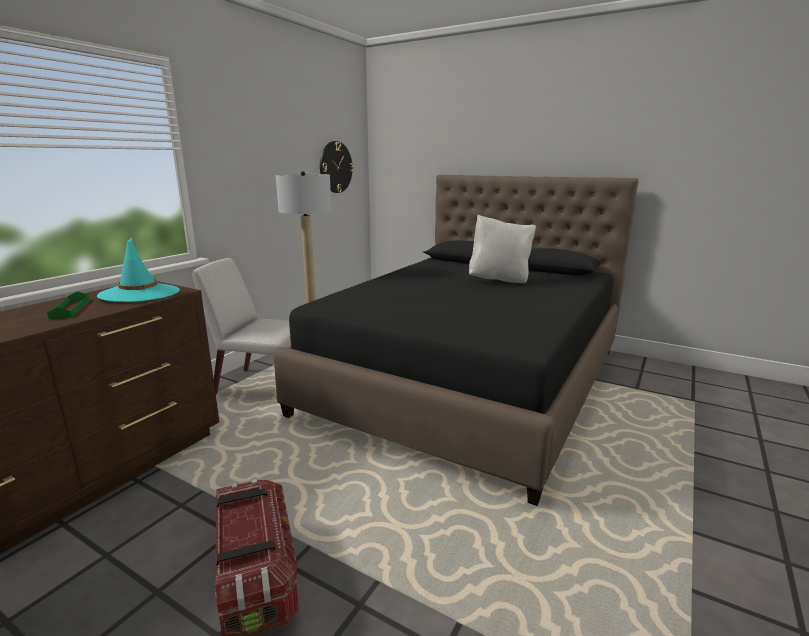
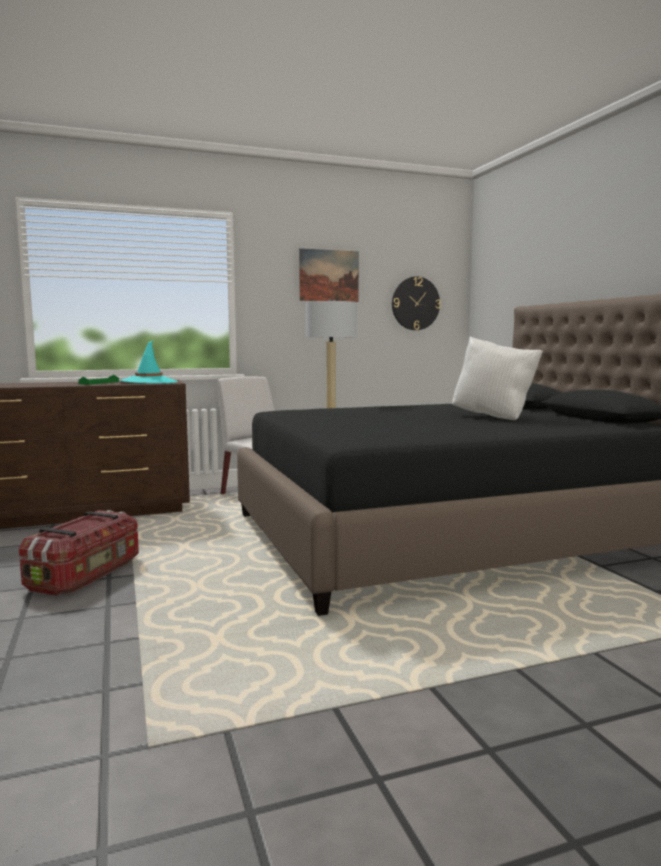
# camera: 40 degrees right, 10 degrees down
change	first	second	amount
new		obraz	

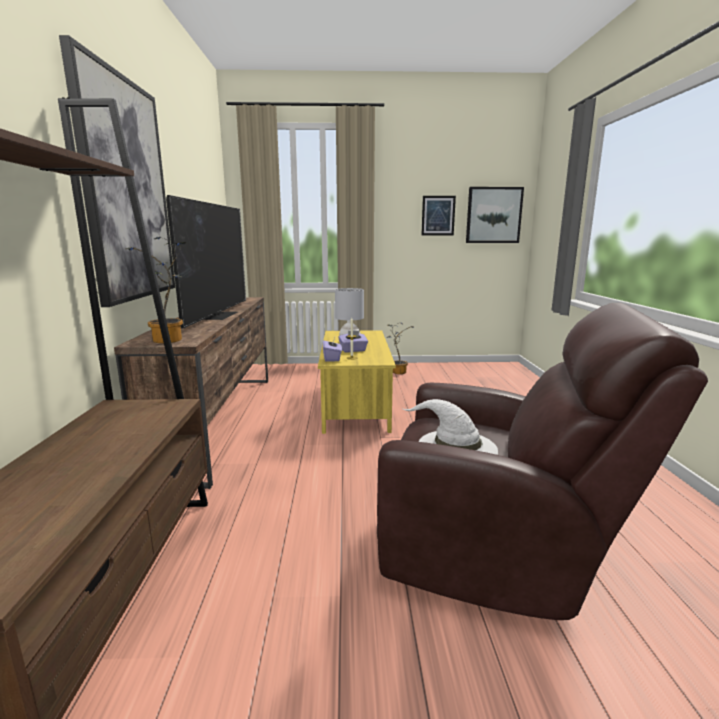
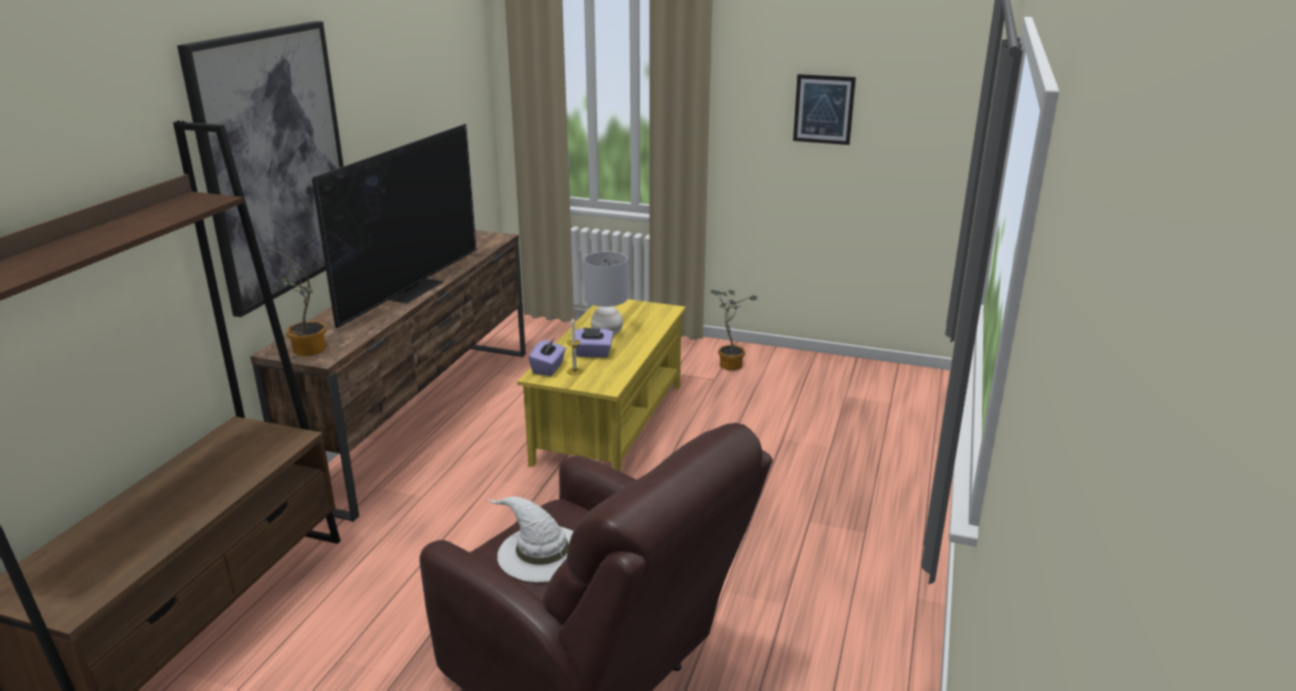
# camera: 20 degrees right, 10 degrees up
change	first	second	amount
gone	obraz (no. 3 from left)		

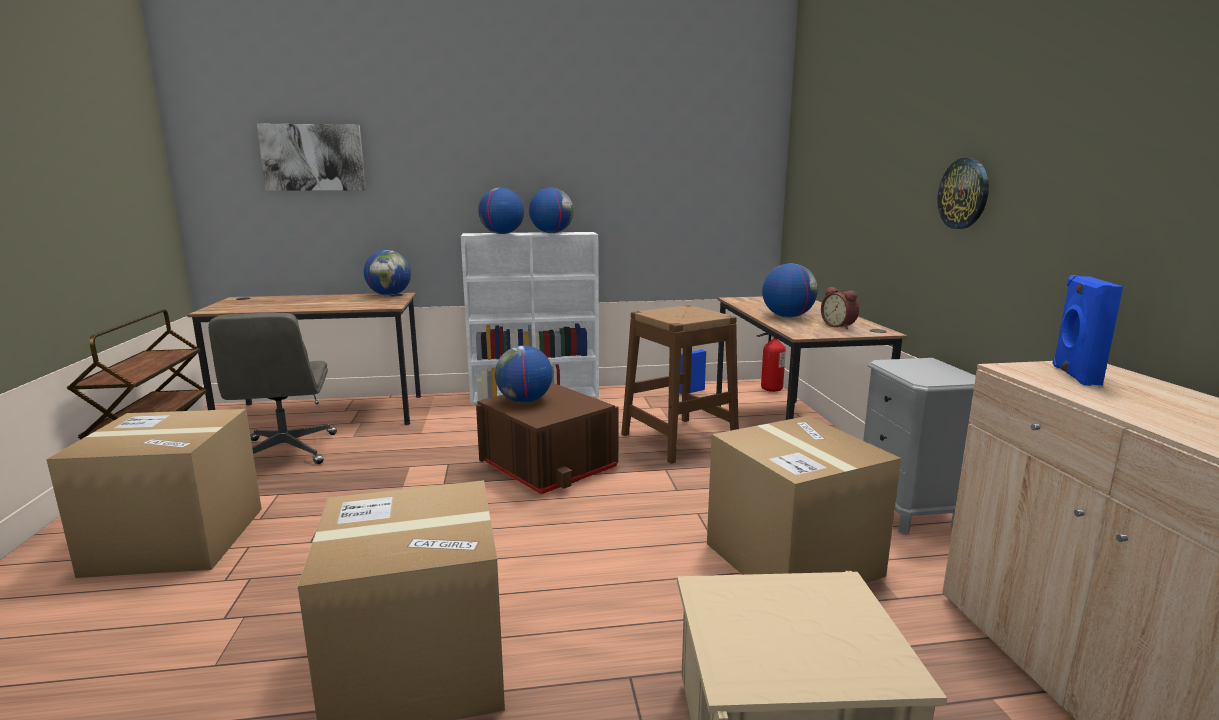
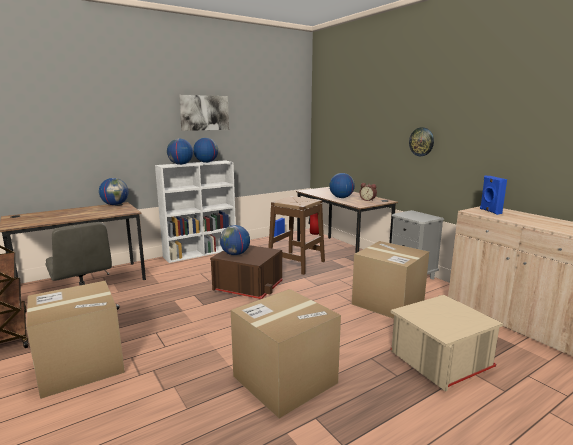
# camera: 25 degrees left, 0 degrees up
change	first	second	amount
shifted	obraz		

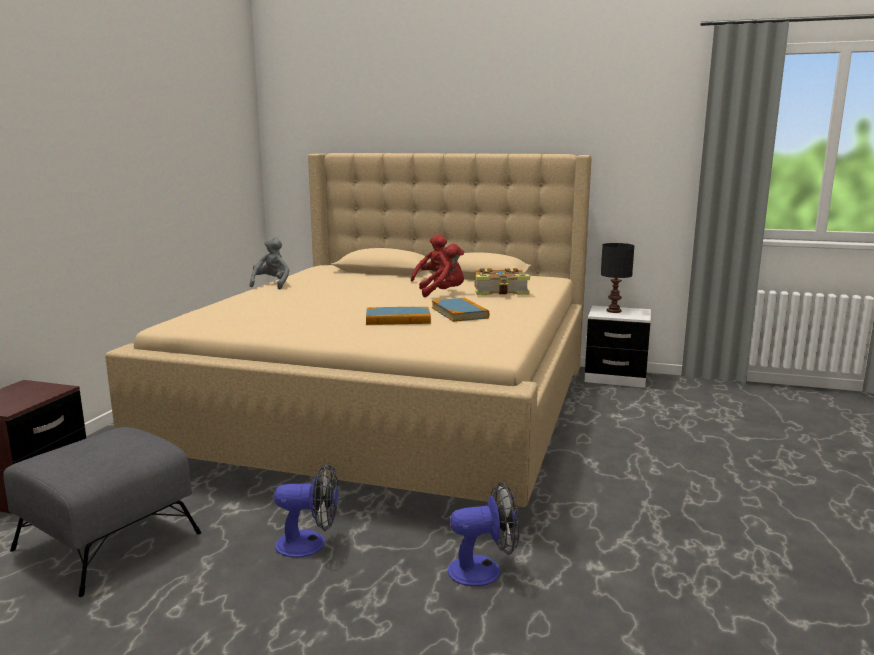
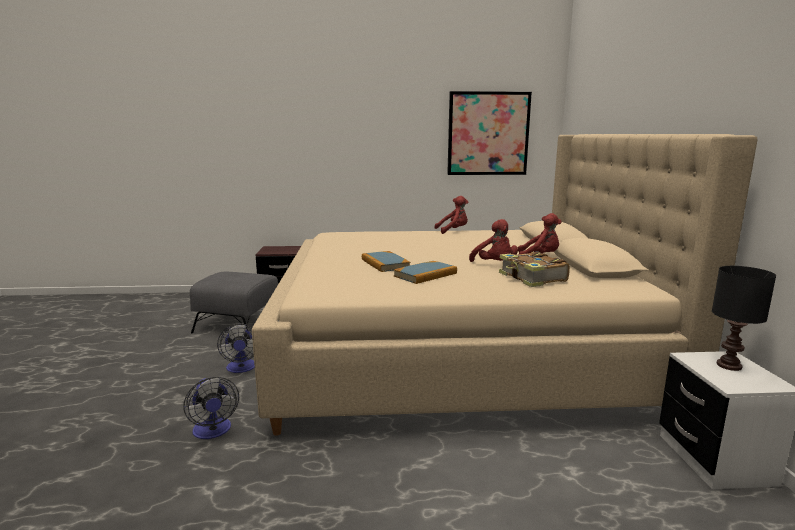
# camera: 70 degrees right, 0 degrees up
change	first	second	amount
repainted	pluszak/szary	pluszak/czerwony (no. 1 from left)	
new		obraz	

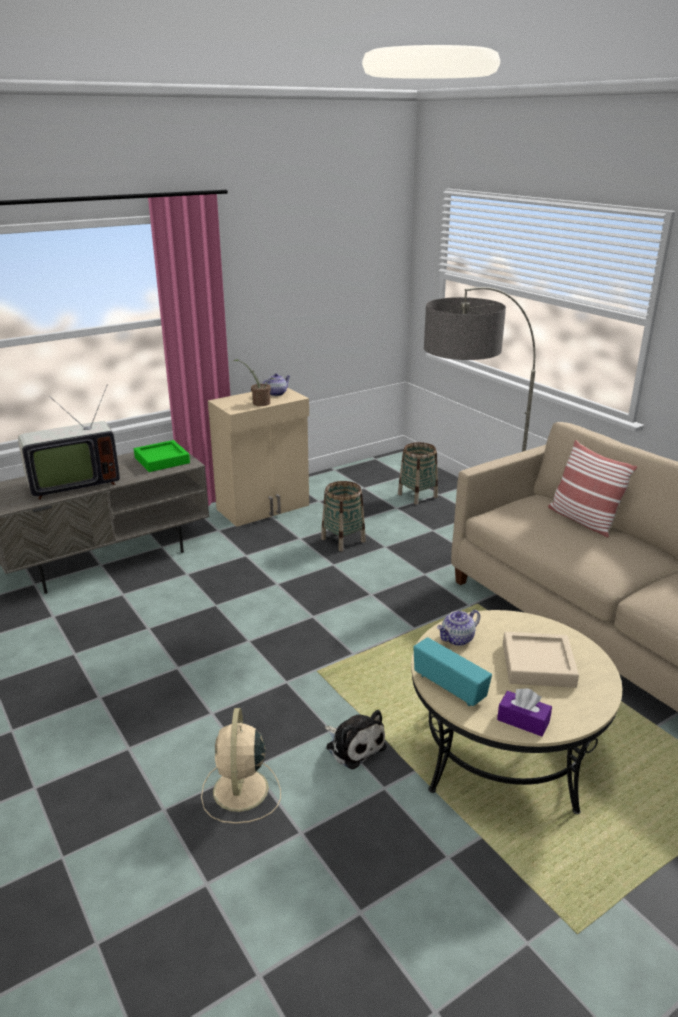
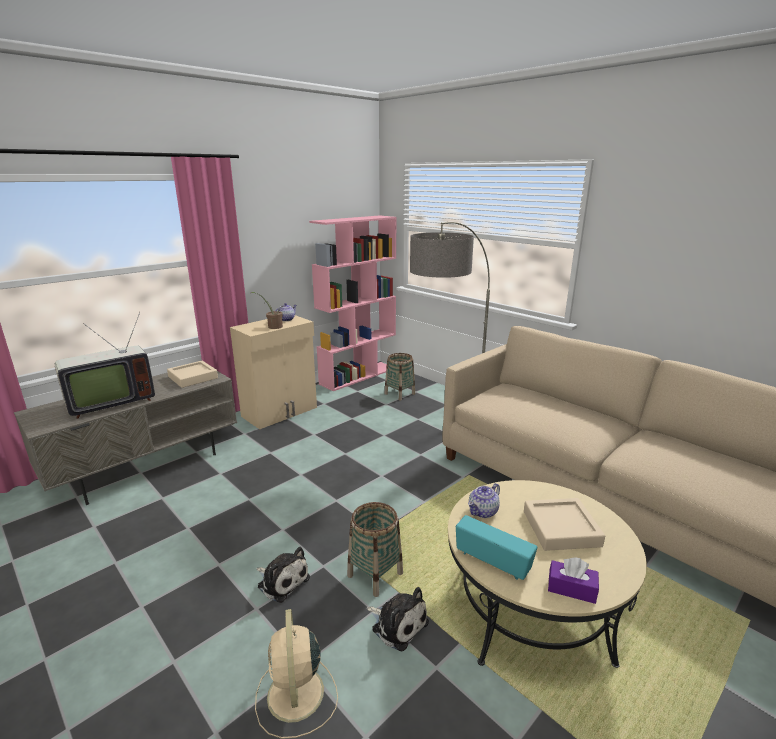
# camera: 10 degrees left, 5 degrees down
change	first	second	amount
repainted	taca/zielony	taca/beżowy (no. 1 from left)	
shifted	koszyk (no. 1 from left)		
gone	poduszka		
new		pluszak (no. 1 from left)	
new		regał/różowy	

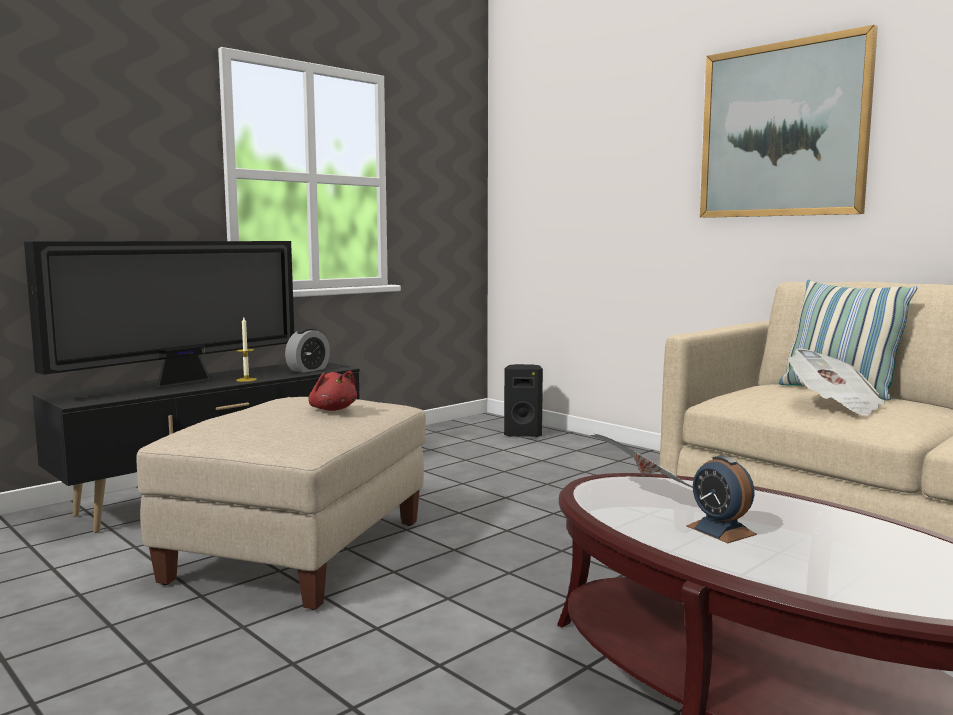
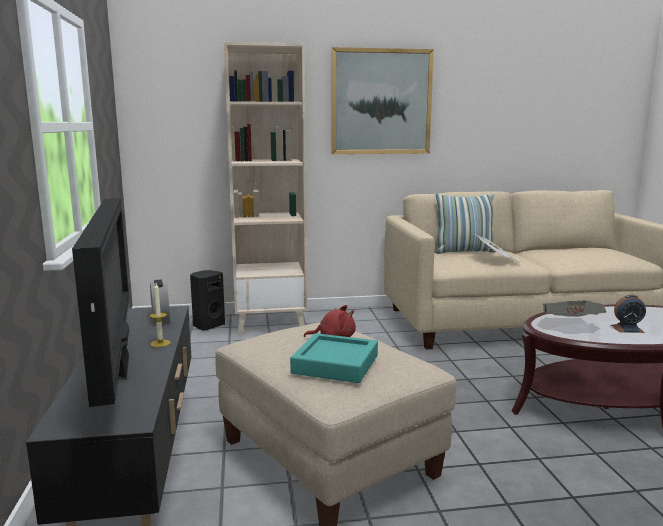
# camera: 55 degrees left, 5 degrees up
change	first	second	amount
new		regał/beżowy	
new		taca/turkusowy	

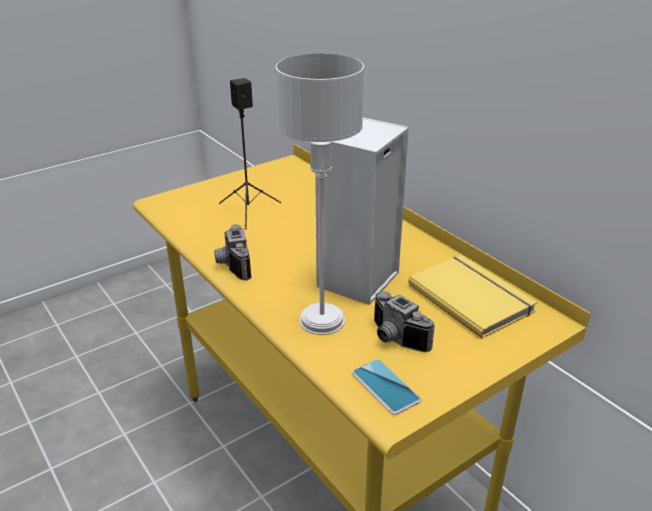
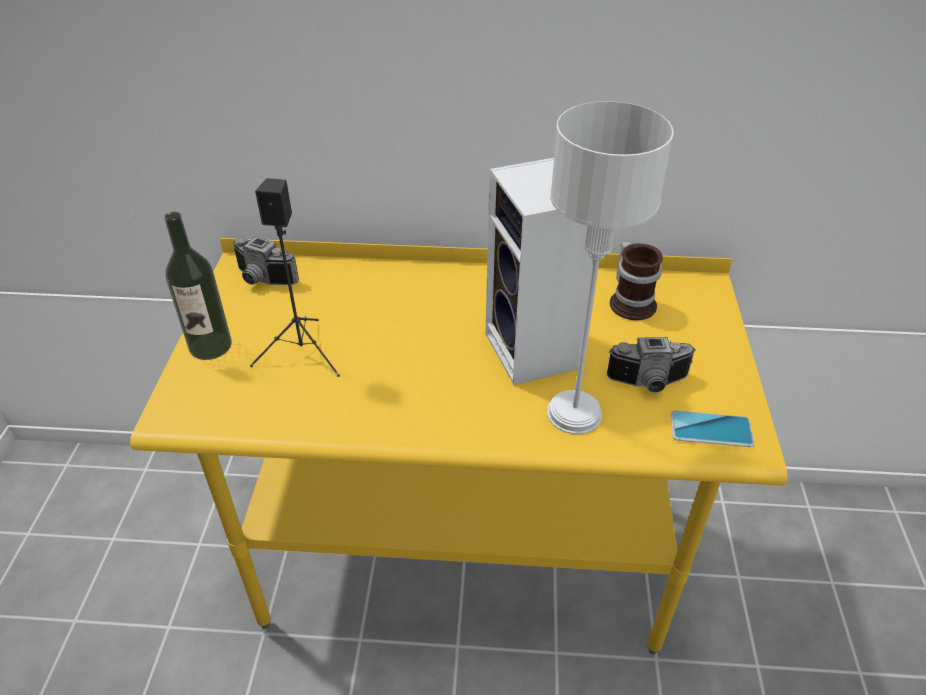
# camera: 50 degrees left, 10 degrees up
change	first	second	amount
shifted	aparat fotograficzny (no. 1 from left)		
swapped	książka/żółty	kubek	
new		butelka	

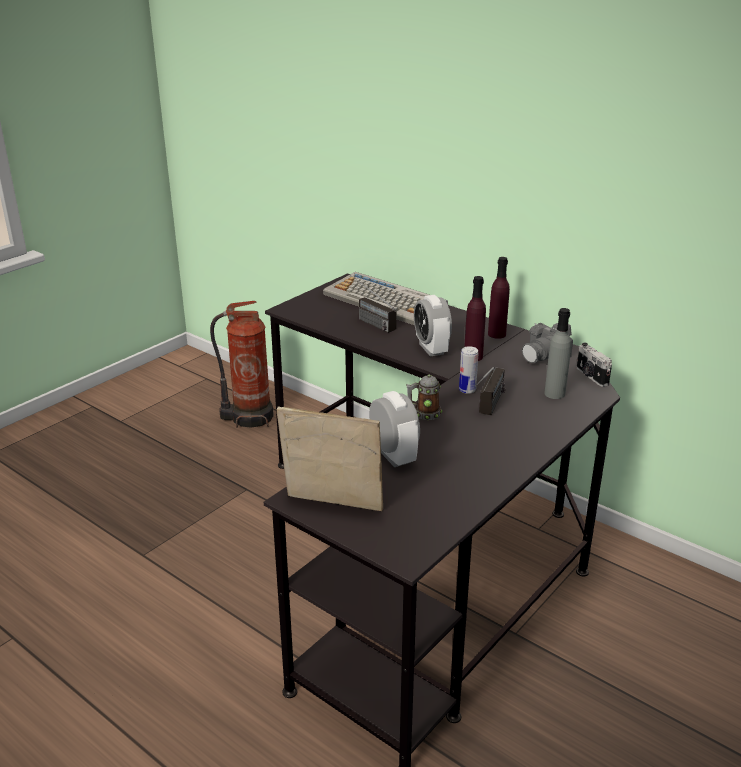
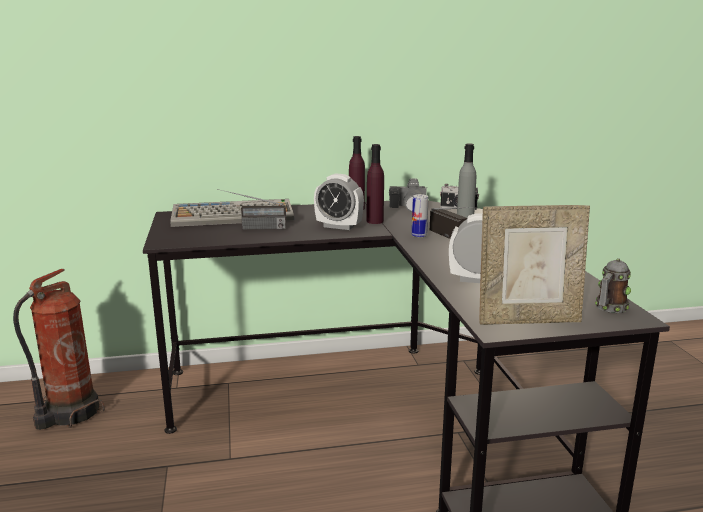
# camera: 50 degrees left, 10 degrees down
change	first	second	amount
rotated	ramka na zdjęcie		150 degrees counterclockwise
shifted	kubek		

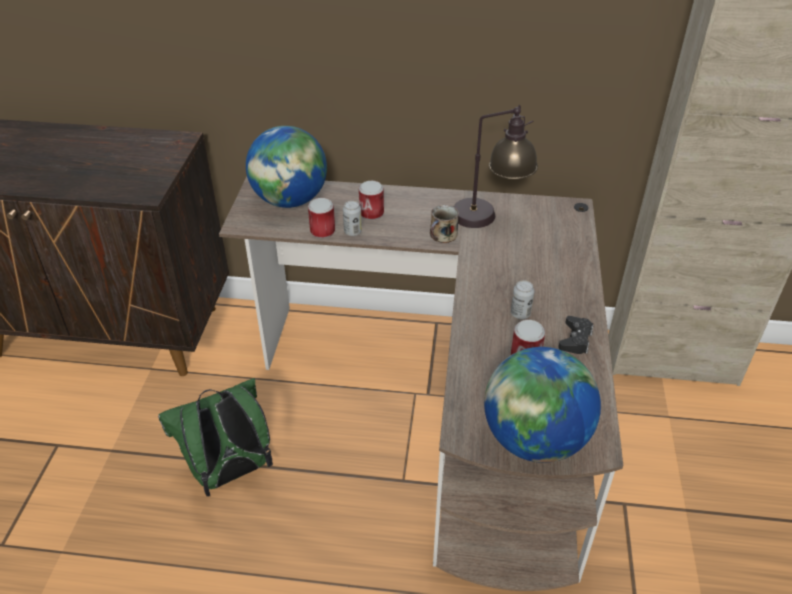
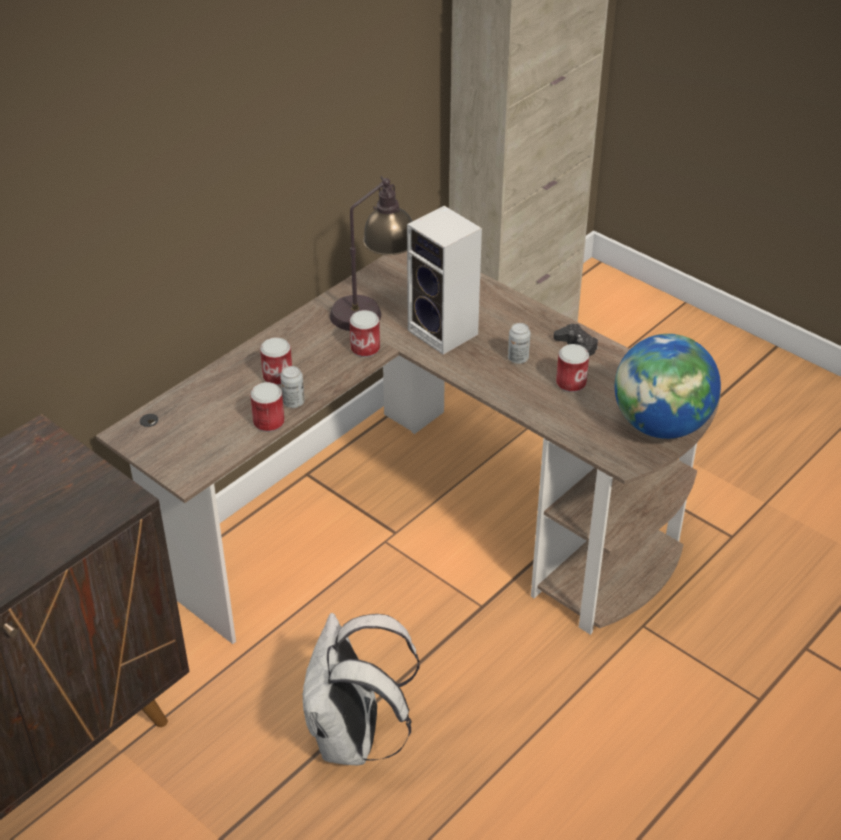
# camera: 55 degrees left, 0 degrees up
change	first	second	amount
repainted	plecak/zielony	plecak/biały	
gone	globus (no. 1 from left)		
swapped	kubek	puszka (no. 4 from left)	
new		głośnik	

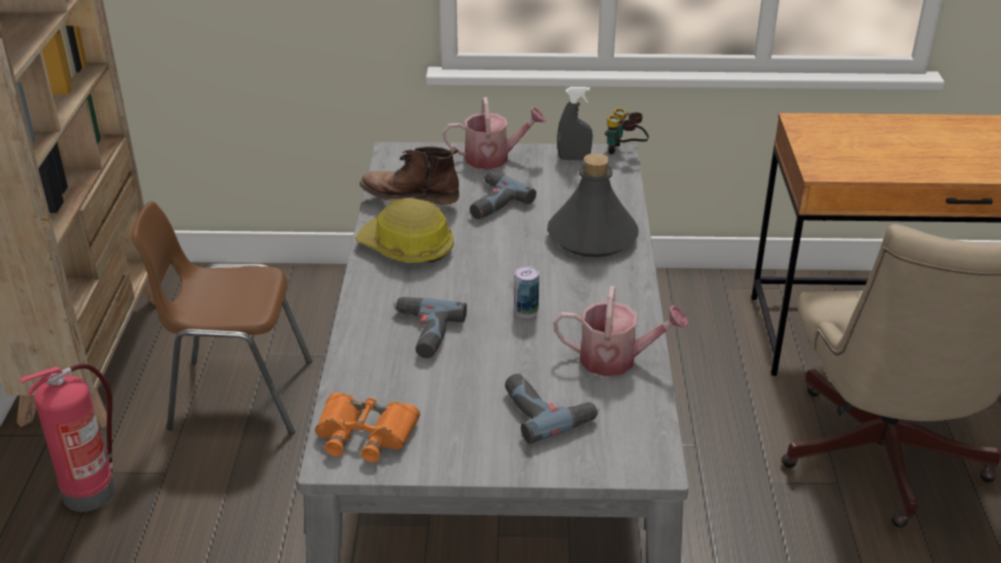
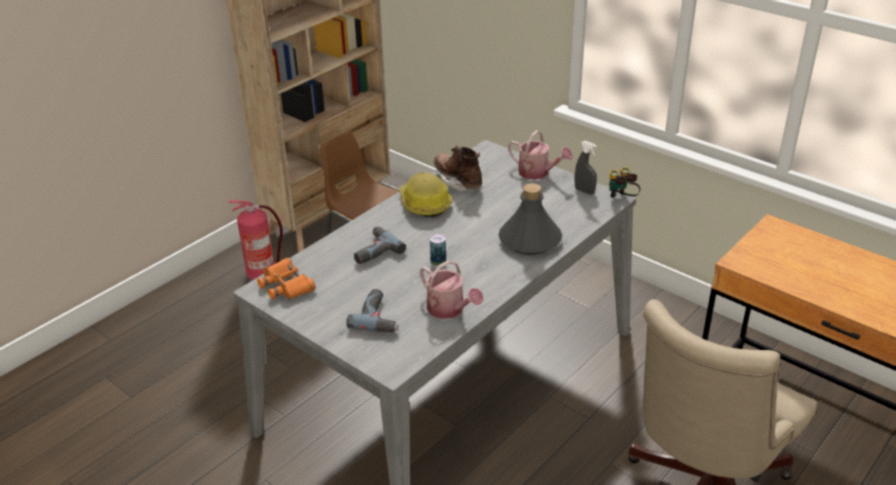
# camera: 40 degrees right, 0 degrees up
change	first	second	amount
gone	wiertarka (no. 2 from left)		

